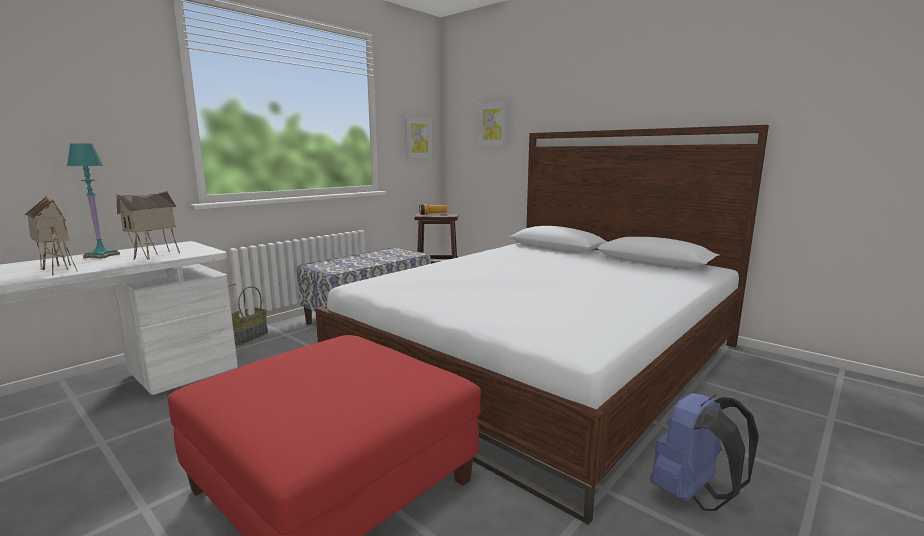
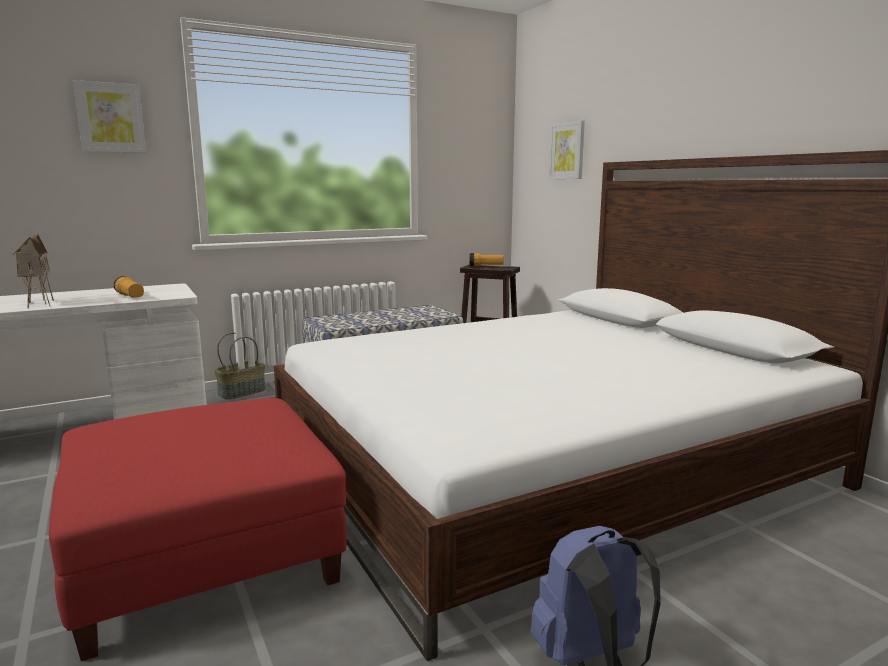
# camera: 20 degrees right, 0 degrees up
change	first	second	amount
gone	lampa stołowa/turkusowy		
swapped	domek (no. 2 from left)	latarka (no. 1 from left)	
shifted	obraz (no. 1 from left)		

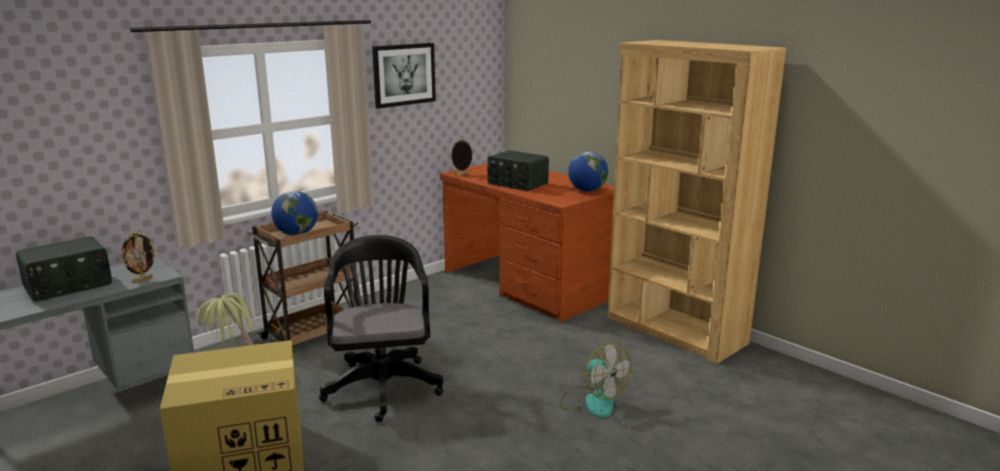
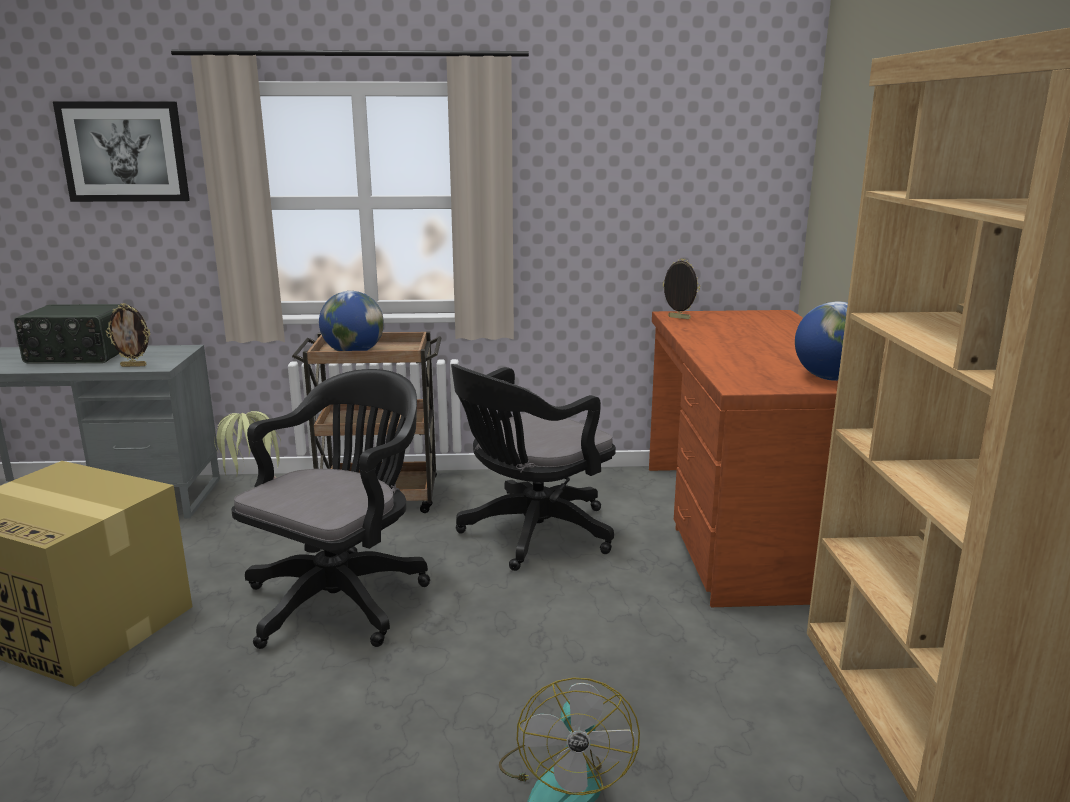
# camera: 40 degrees right, 0 degrees up
change	first	second	amount
shifted	obraz		
gone	radio (no. 2 from left)		
new		krzesło biurowe/czarny (no. 2 from left)	

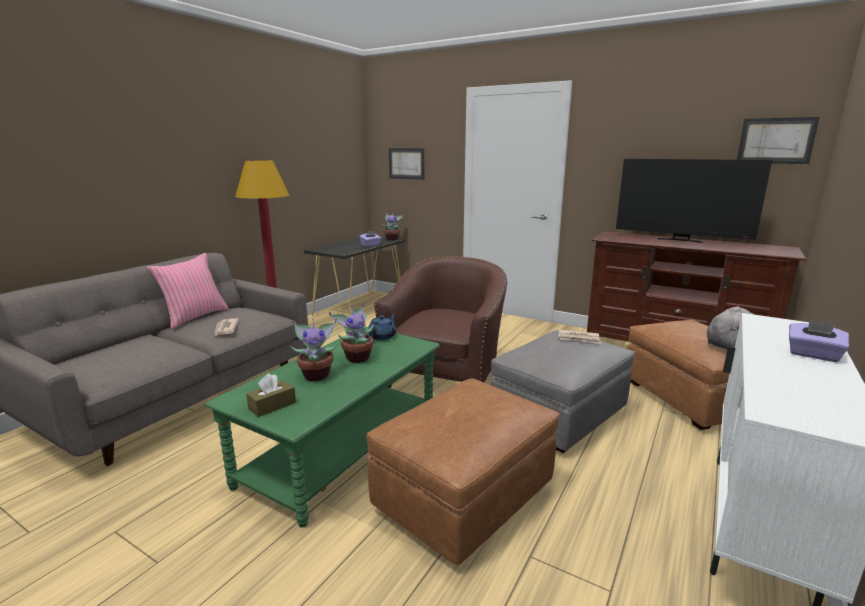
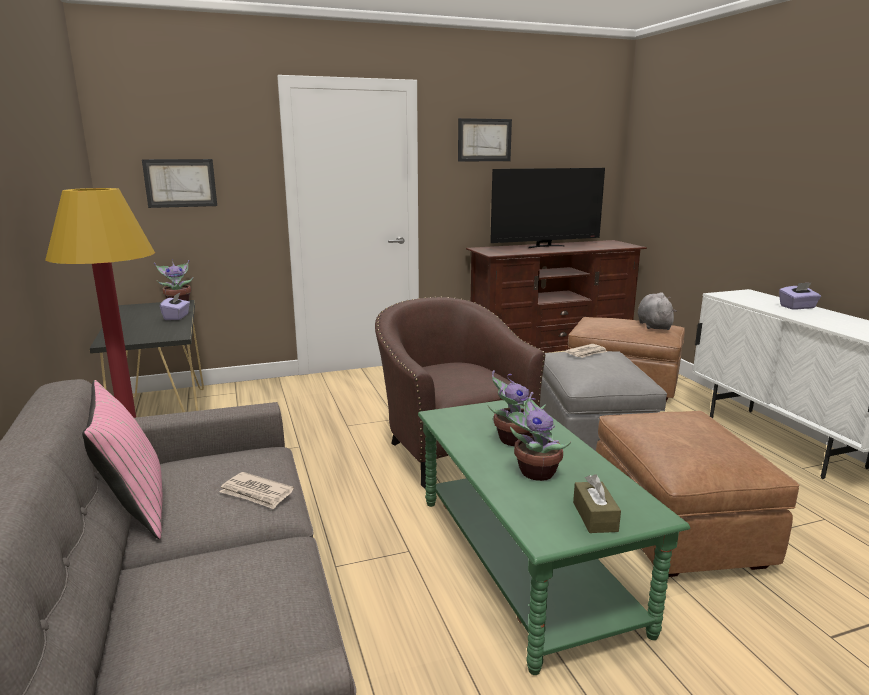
# camera: 50 degrees left, 0 degrees up
change	first	second	amount
gone	imbryk/niebieski		
shifted	obraz (no. 2 from left)		

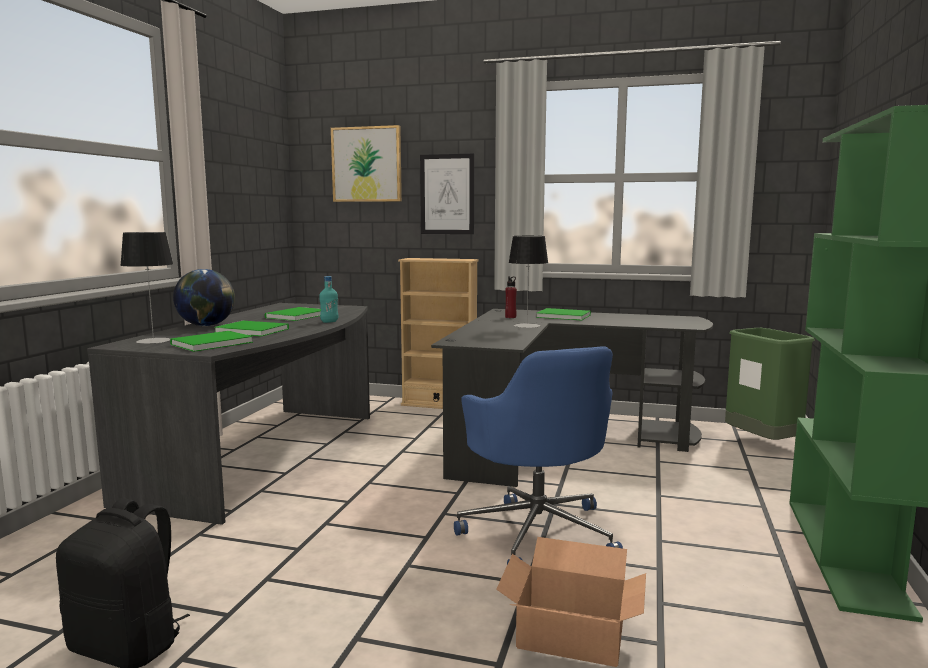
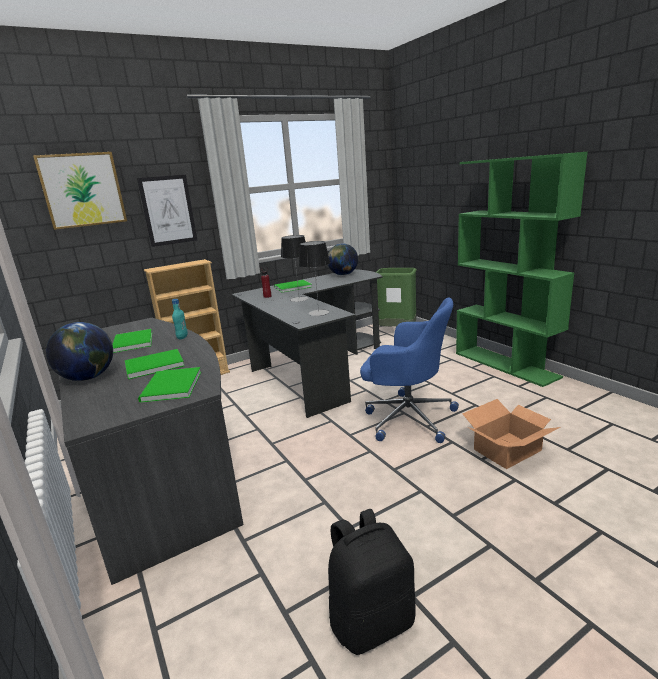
# camera: 45 degrees left, 10 degrees up
change	first	second	amount
shifted	lampa stołowa (no. 1 from left in the first image)	lampa stołowa (no. 2 from left)	
new		globus (no. 2 from left)	

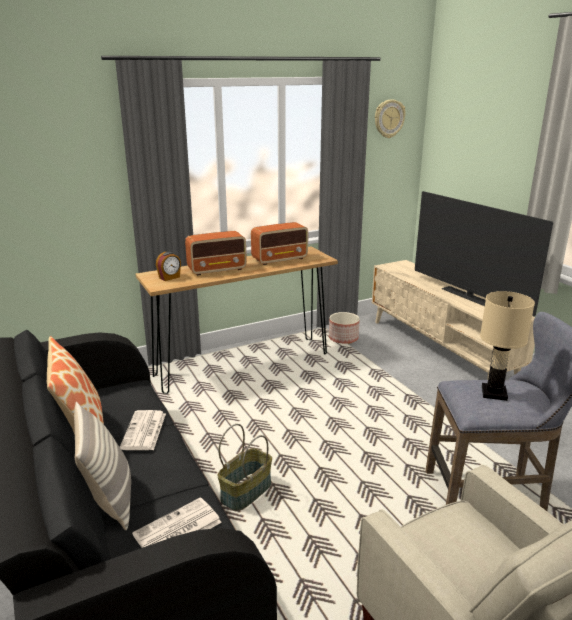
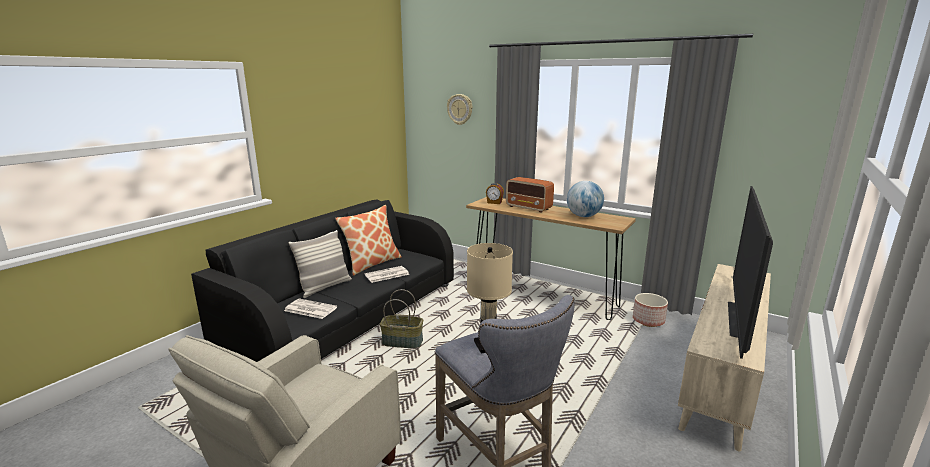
# camera: 60 degrees right, 5 degrees down
change	first	second	amount
swapped	radio (no. 2 from left)	globus	
shifted	zegar ścienny		

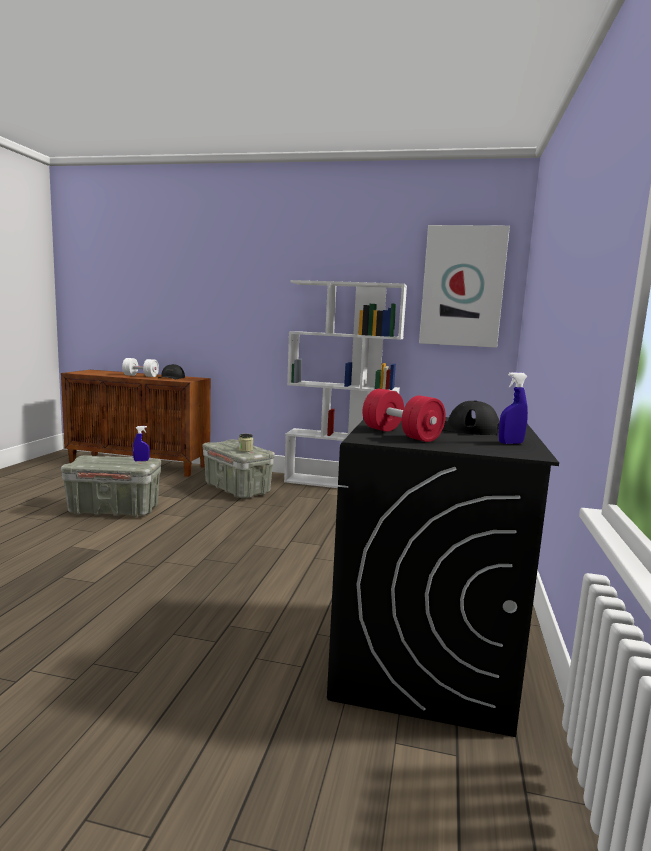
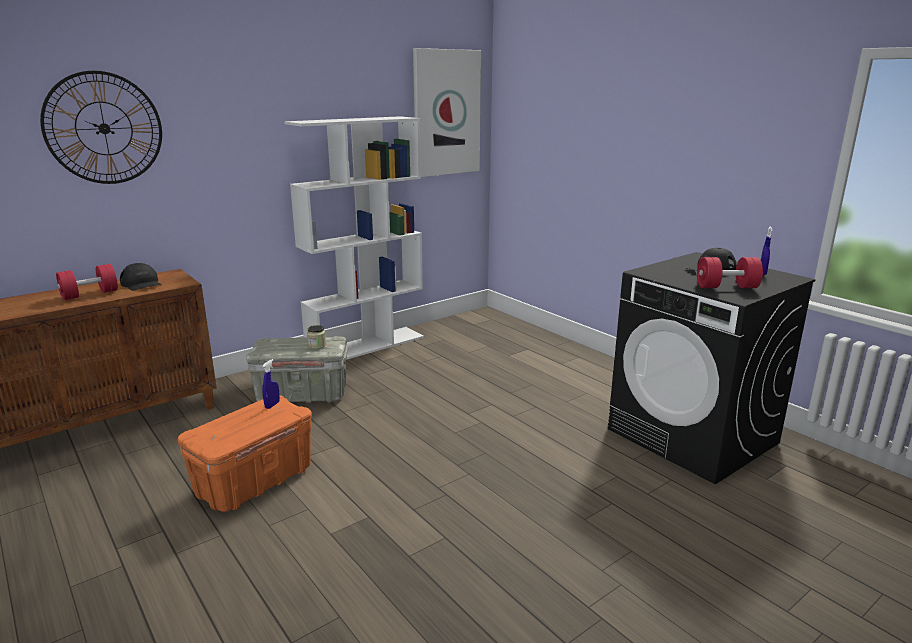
# camera: 50 degrees left, 10 degrees up
change	first	second	amount
repainted	pojemnik do przechowywania/szary (no. 1 from left)	pojemnik do przechowywania/pomarańczowy	
repainted	hantel/biały	hantel/czerwony (no. 1 from left)	
new		zegar ścienny	

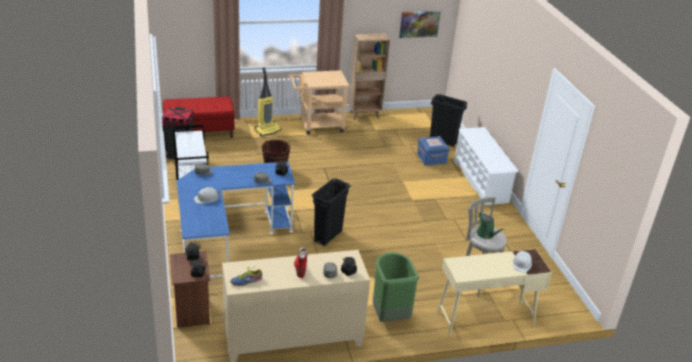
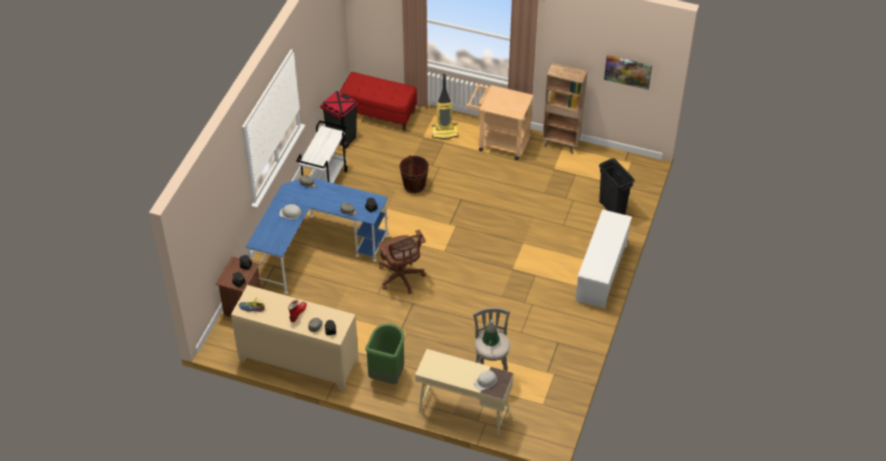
# camera: 35 degrees right, 15 degrees up
change	first	second	amount
swapped	kosz na śmieci/czarny (no. 2 from left)	krzesło biurowe/brązowy	
gone	pojemnik do przechowywania/niebieski		

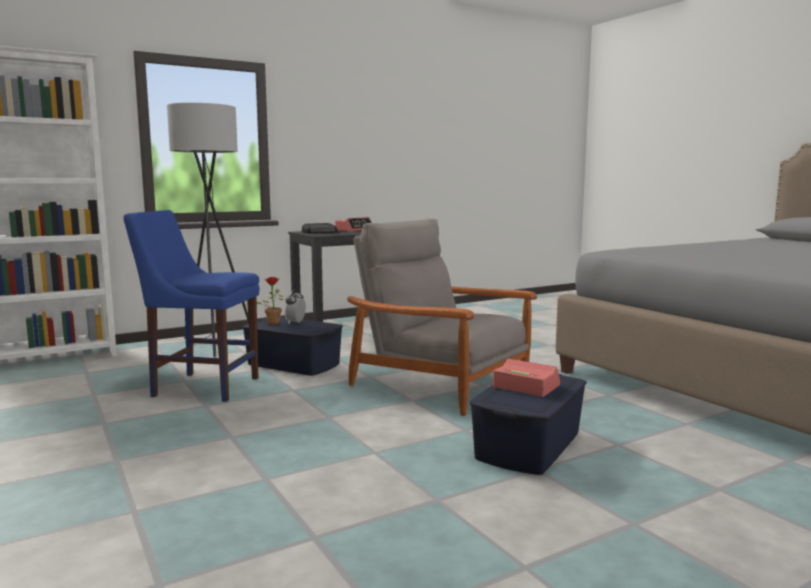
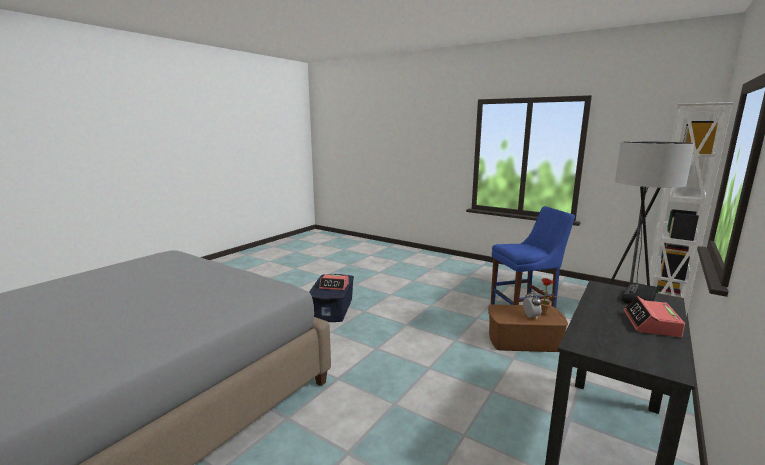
# camera: 155 degrees right, 5 degrees up
change	first	second	amount
repainted	pojemnik do przechowywania/niebieski (no. 1 from left)	pojemnik do przechowywania/brązowy	
gone	fotel/szary		

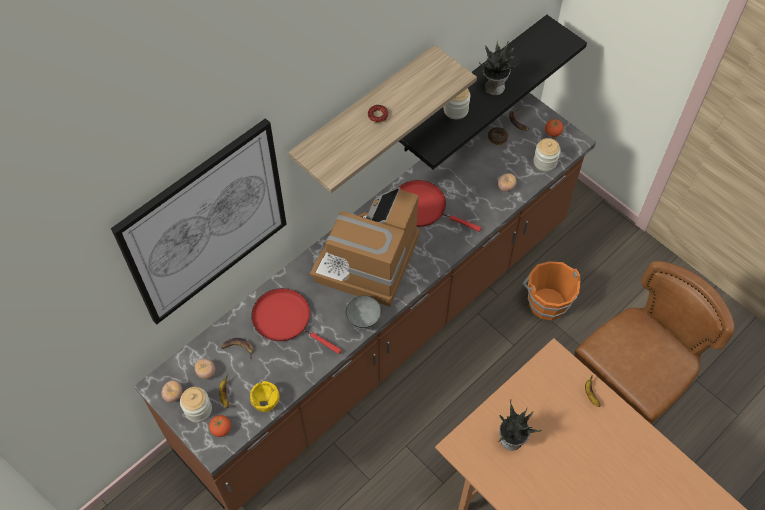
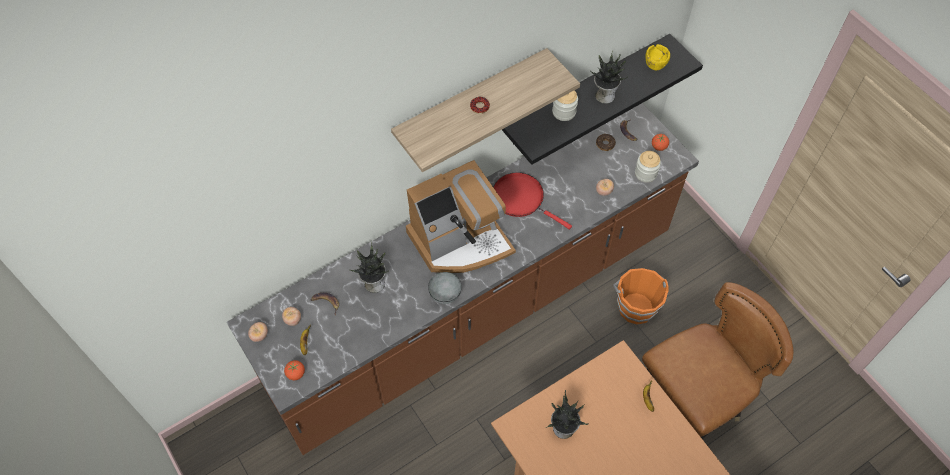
# camera: 10 degrees right, 0 degrees up
change	first	second	amount
gone	obraz		
gone	słoik (no. 1 from left)		
shifted	miska/żółty		
swapped	patelnia/czerwony (no. 1 from left)	roślina doniczkowa (no. 1 from left)	
rotated	ekspres do kawy		150 degrees counterclockwise

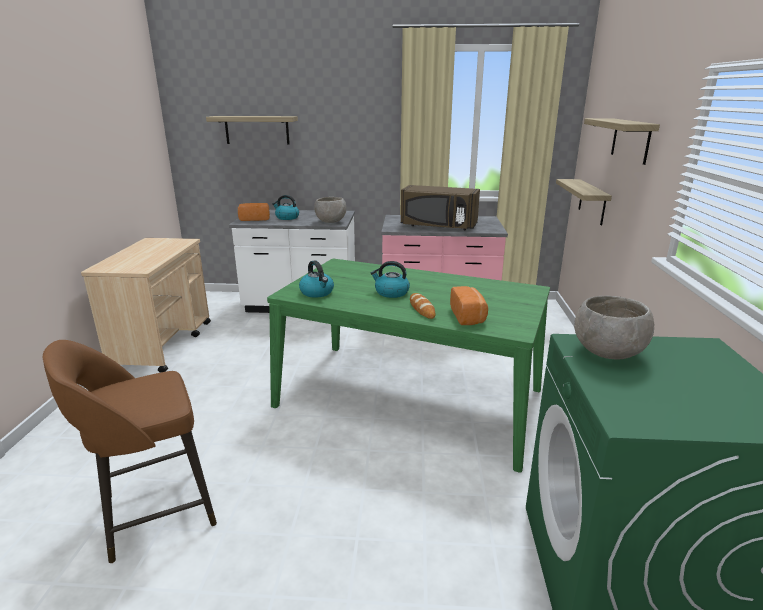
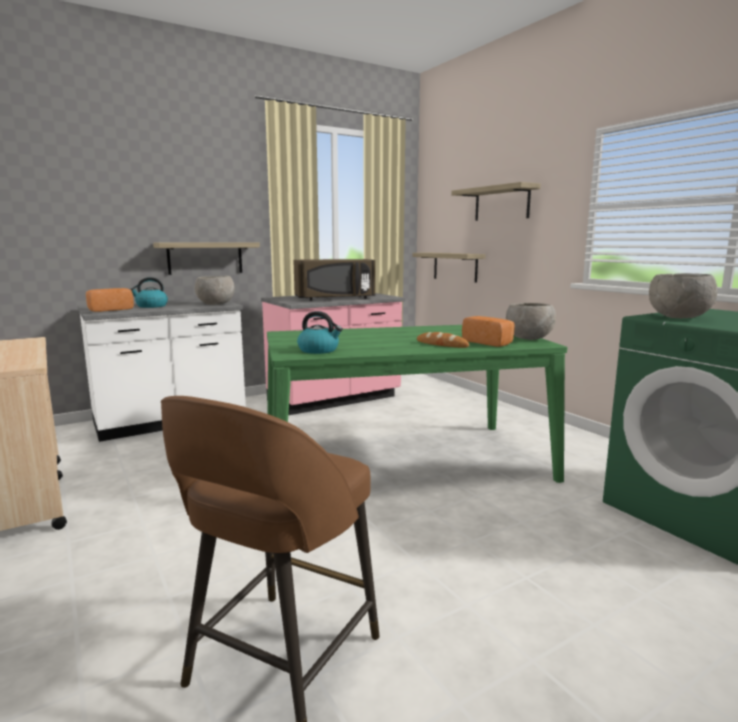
# camera: 35 degrees left, 10 degrees down
change	first	second	amount
shifted	półka (no. 1 from left)		
gone	czajnik (no. 3 from left)		
new		miska/szary (no. 2 from left)	

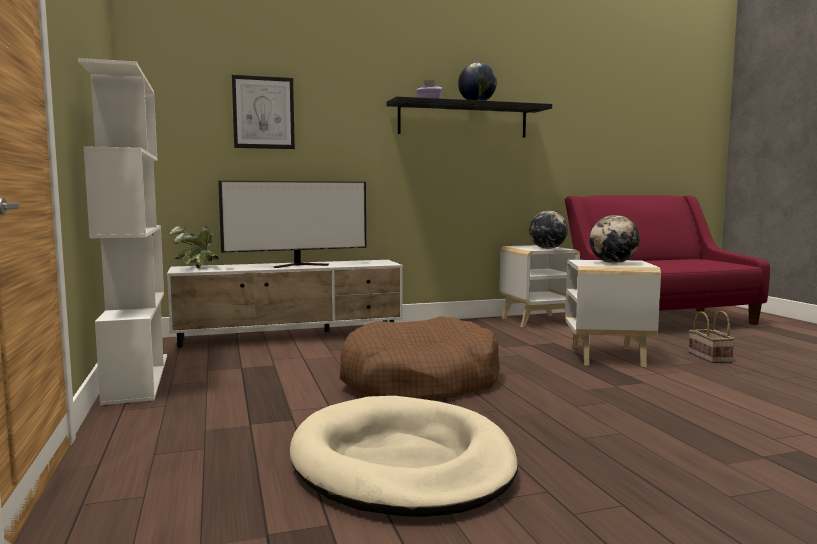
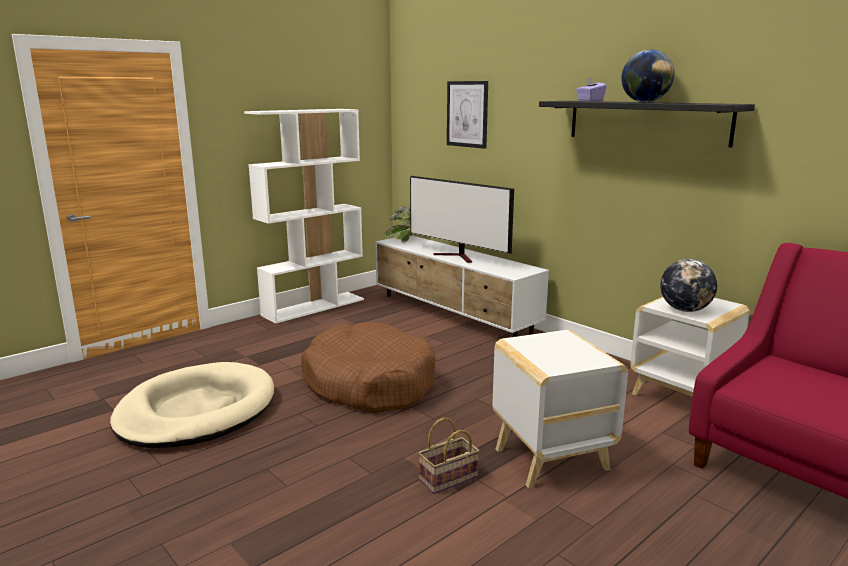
# camera: 65 degrees right, 10 degrees up
change	first	second	amount
gone	globus (no. 3 from left)		
shifted	koszyk		

